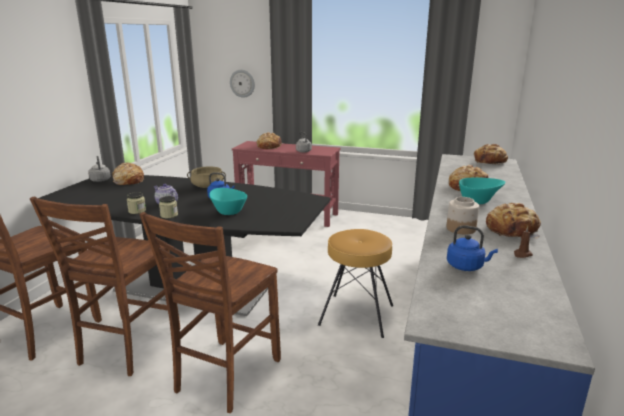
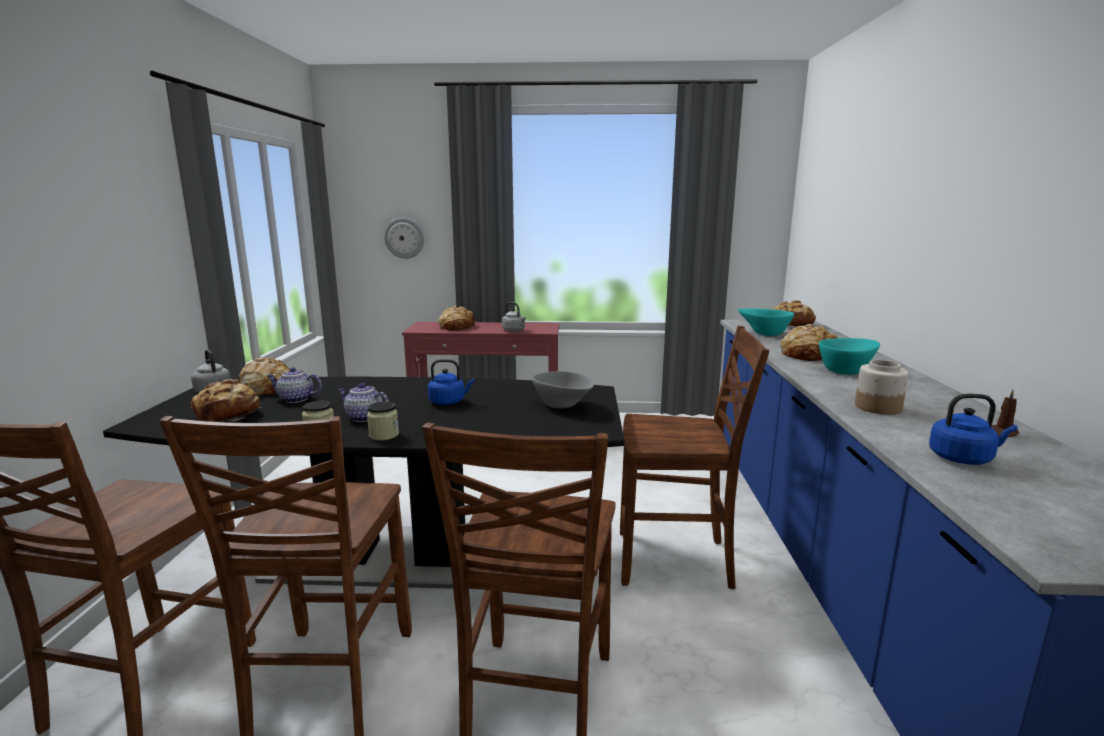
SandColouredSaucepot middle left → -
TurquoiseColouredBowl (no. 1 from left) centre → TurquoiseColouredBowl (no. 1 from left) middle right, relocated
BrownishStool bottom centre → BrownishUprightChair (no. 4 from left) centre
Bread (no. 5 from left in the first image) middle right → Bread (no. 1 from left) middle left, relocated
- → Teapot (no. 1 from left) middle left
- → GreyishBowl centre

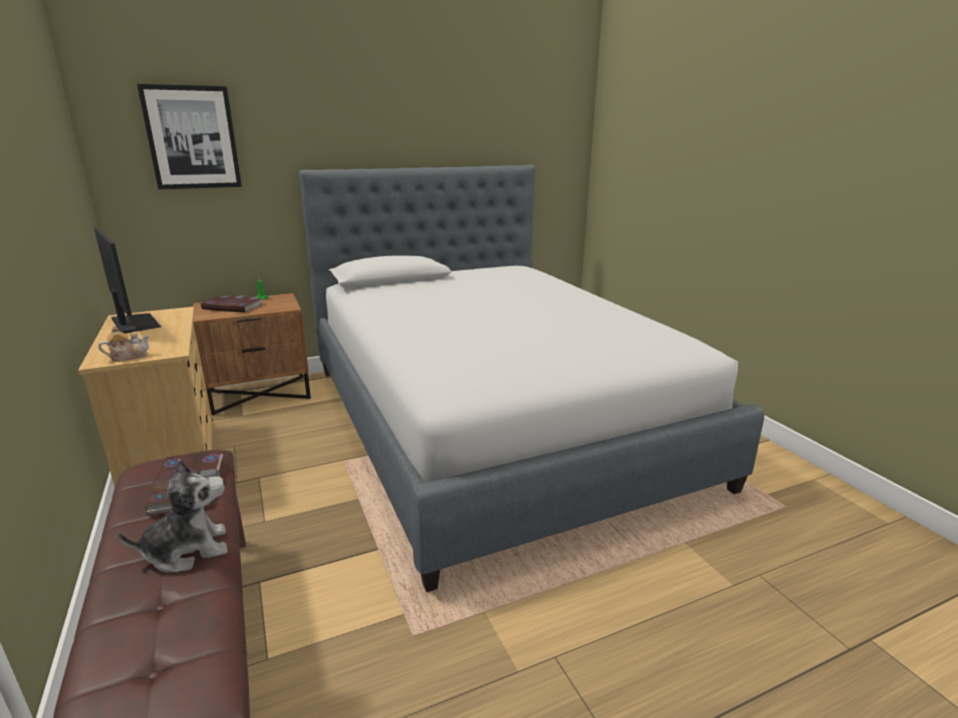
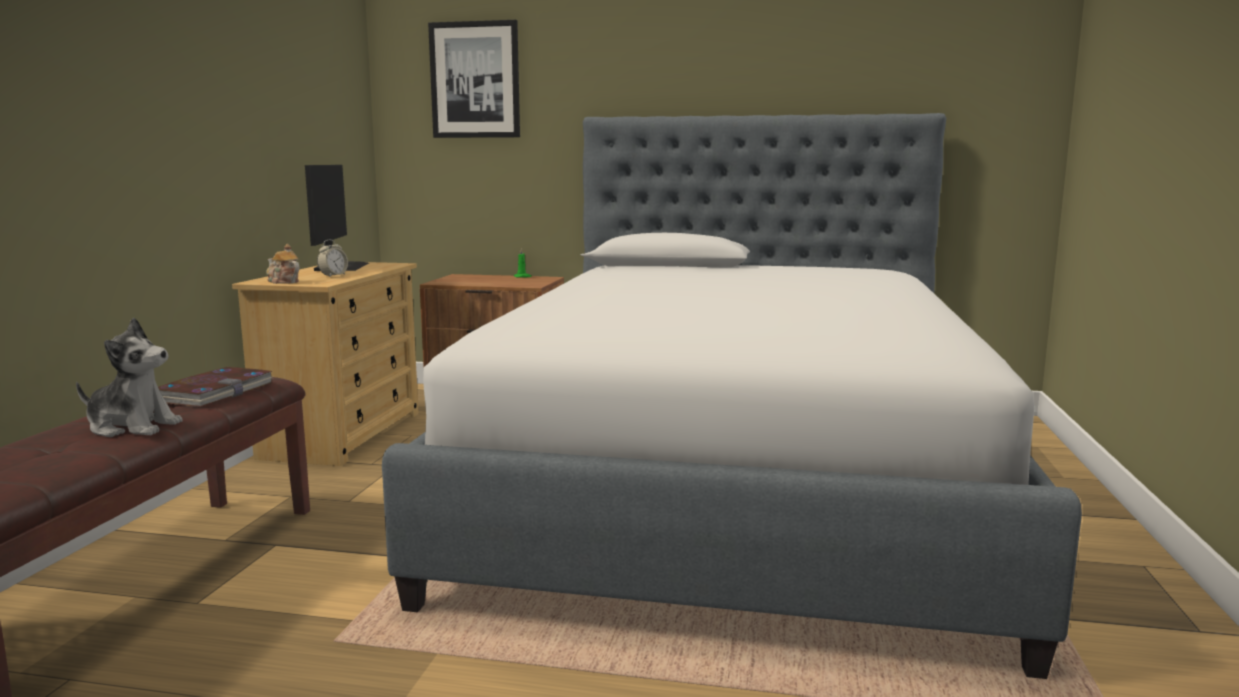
Teapot middle left, 150 degrees counterclockwise
Book (no. 2 from left) middle left → -
- → BedsideClock middle left

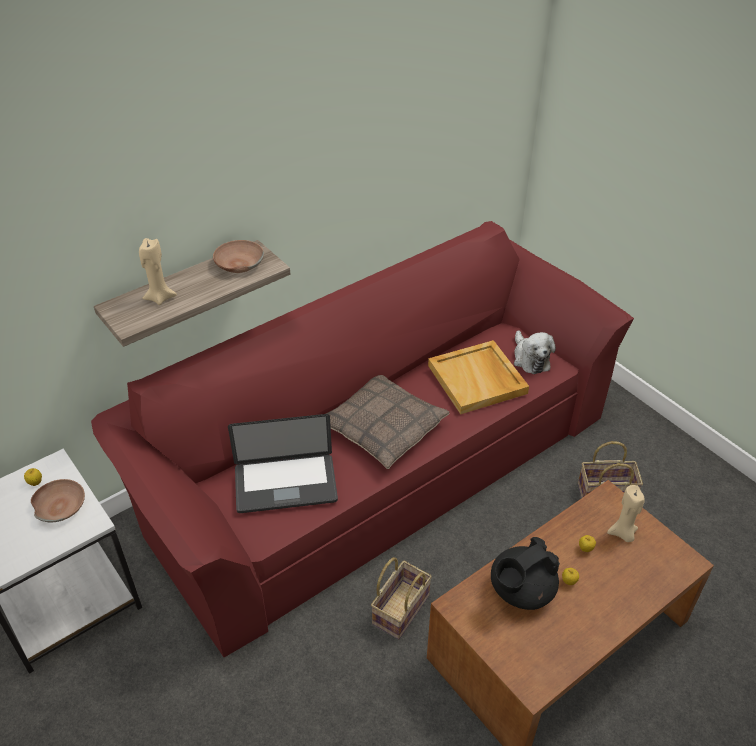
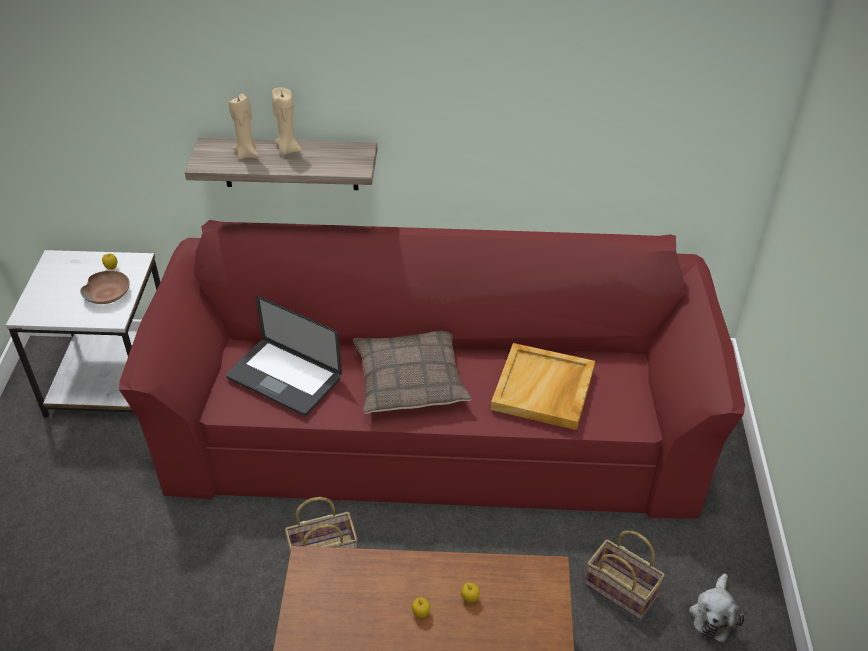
BrownishBowl (no. 2 from left) middle left → -
BlackTeapot bottom right → -
CuddlyToy middle right → CuddlyToy bottom right, relocated
SandColouredWaxLight (no. 2 from left) bottom right → SandColouredWaxLight (no. 2 from left) top left, relocated

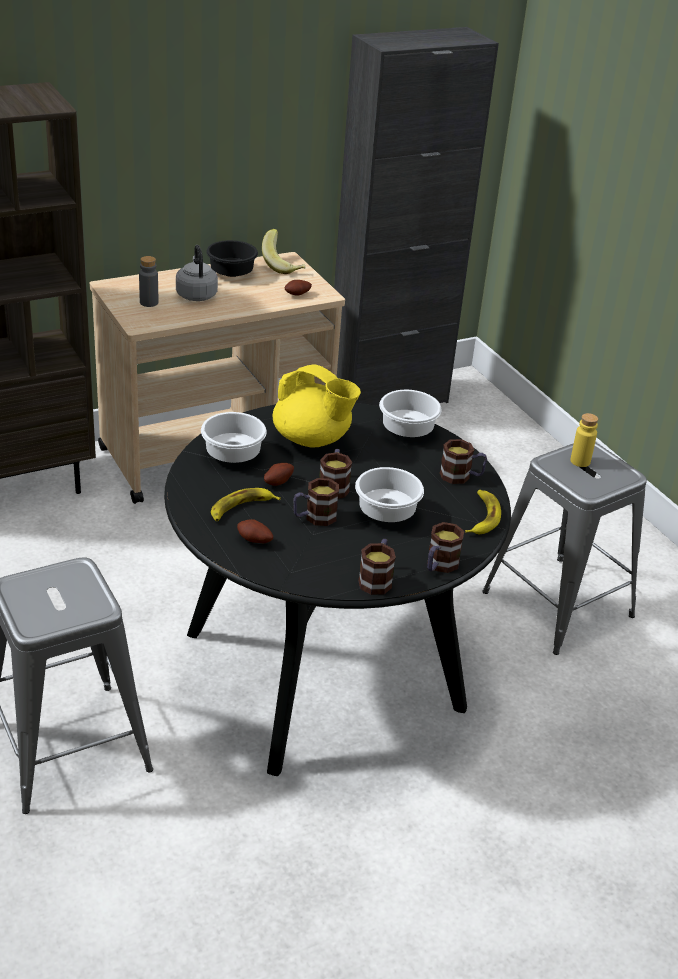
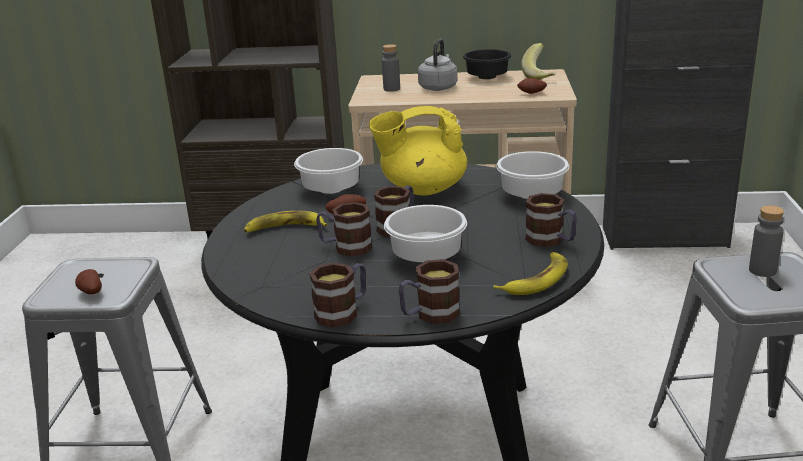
Spud (no. 1 from left) centre → Spud (no. 1 from left) middle left, relocated
YellowishTeapot centre → YellowishTeapot top centre, 105 degrees clockwise
YellowishBottle middle right → GreyishBottle (no. 2 from left) middle right

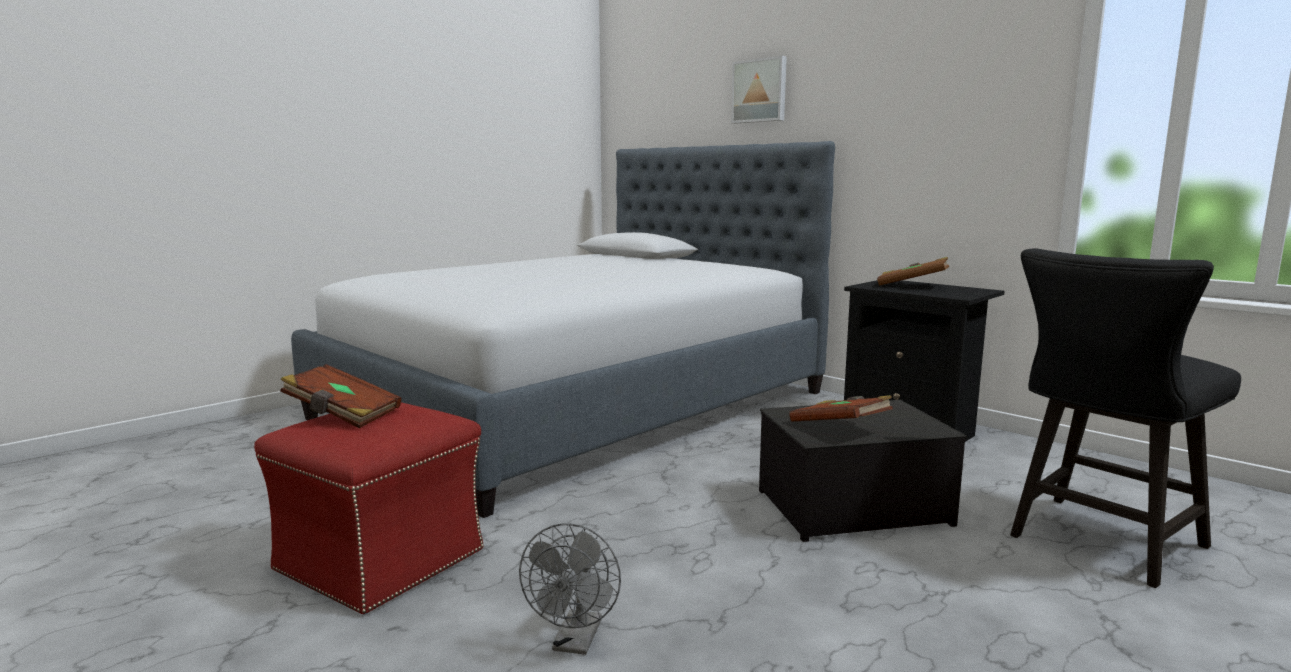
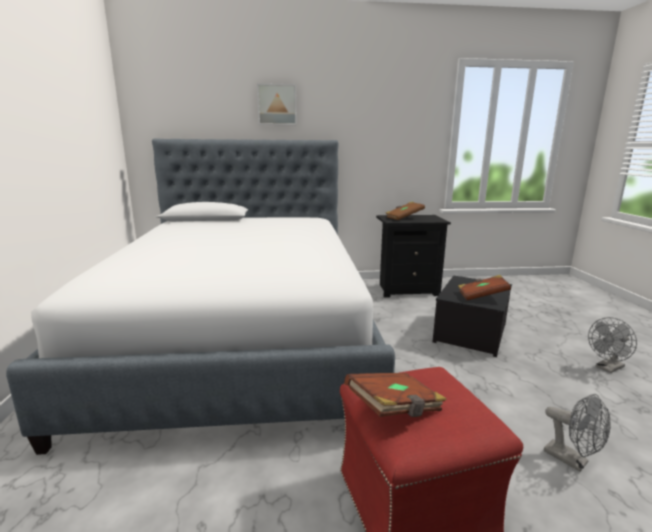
BlackUprightChair middle right → -
- → GreyishElectricFan (no. 2 from left) middle right

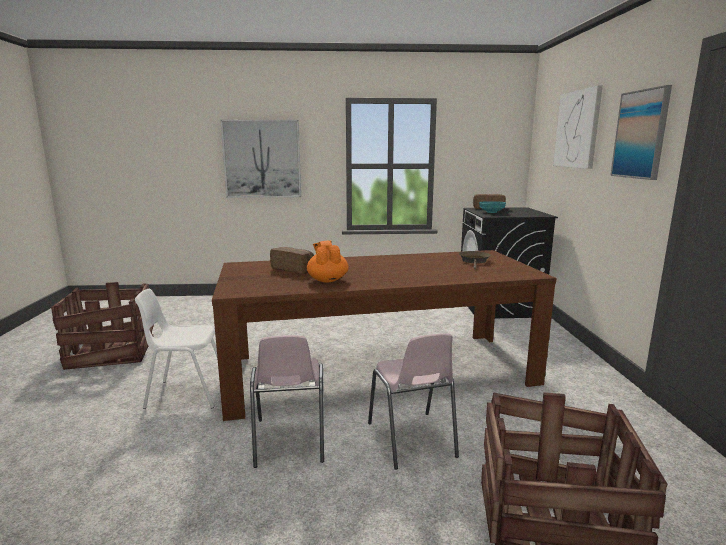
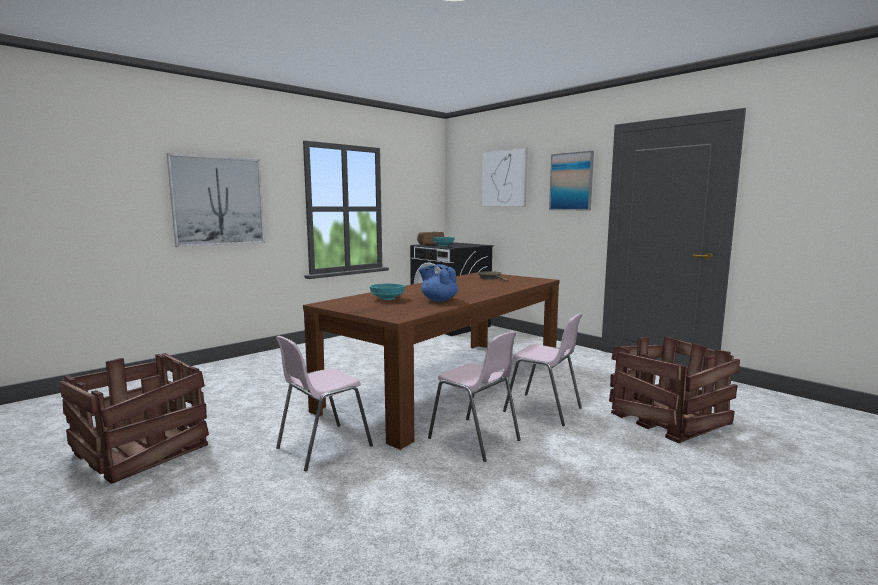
WhiteColouredUprightChair middle left → PinkishUprightChair (no. 1 from left) bottom centre
Bread (no. 1 from left) centre → TurquoiseColouredBowl (no. 1 from left) centre
OrangeTeapot centre → BlueColouredTeapot centre

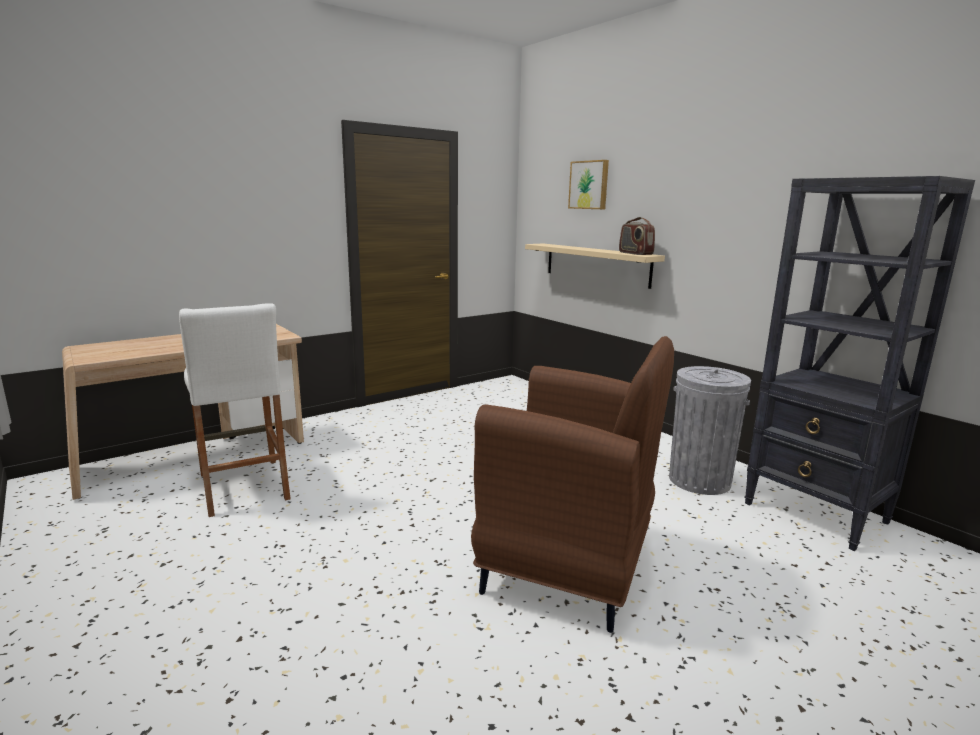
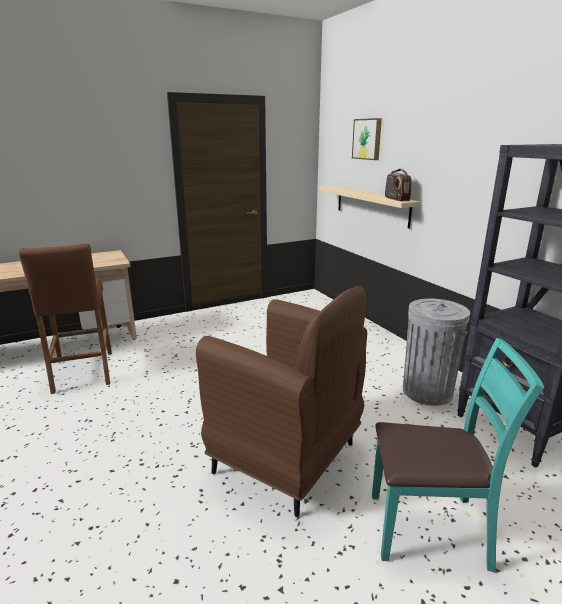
WhiteColouredStool middle left → BrownishStool middle left
- → TurquoiseColouredUprightChair bottom right

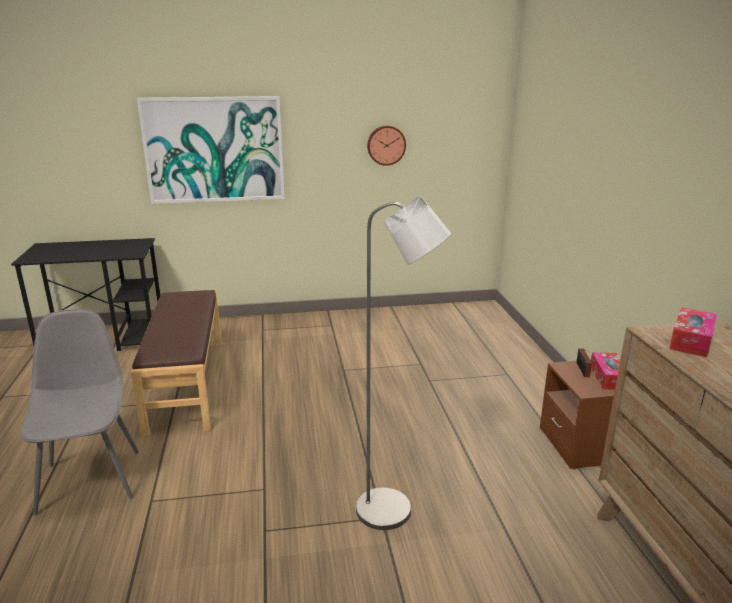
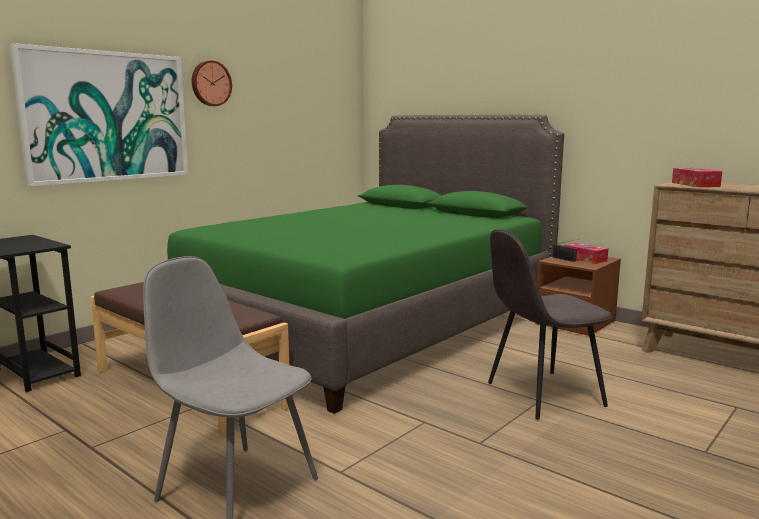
GreyishStandardLamp centre → GreyishUprightChair (no. 2 from left) middle right
WallClock top centre → WallClock top left, relocated
- → GreenishSleepingBed centre

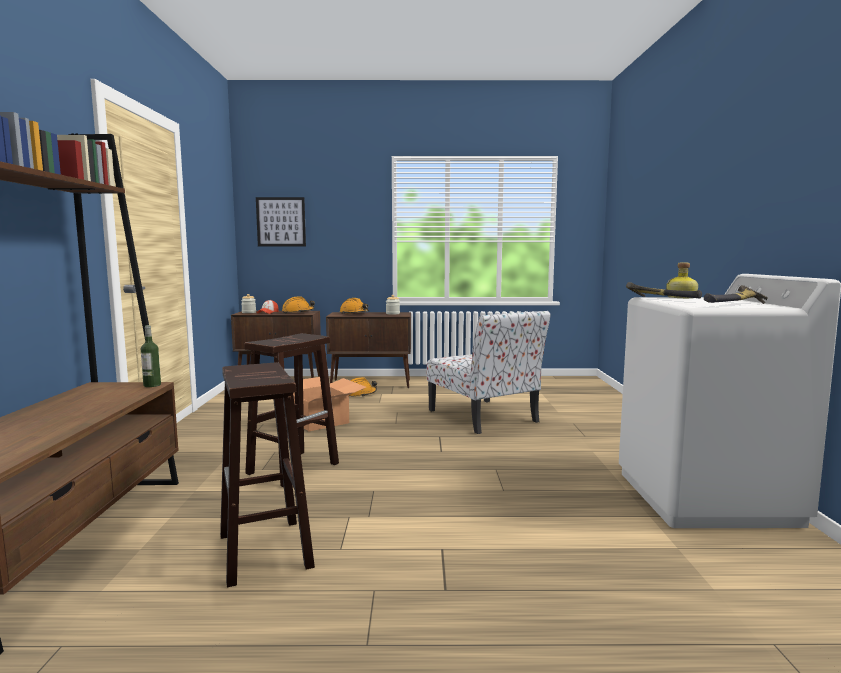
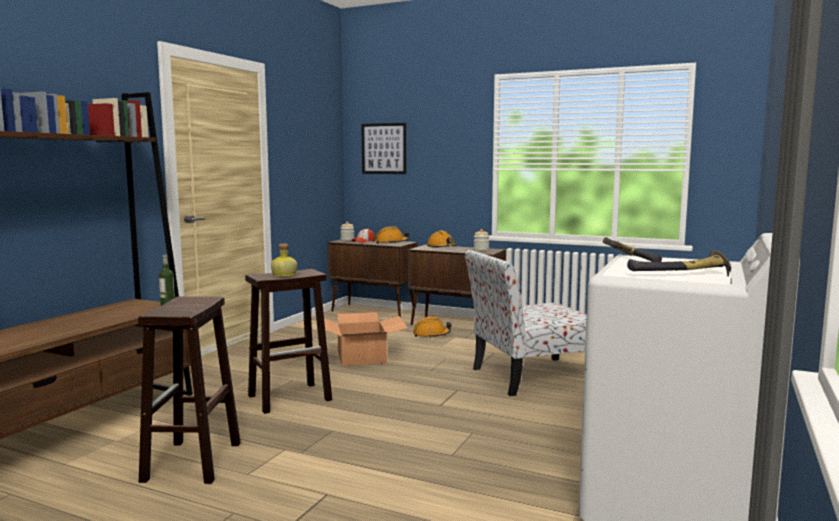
UprightChair centre, 75 degrees clockwise
Bottle (no. 2 from left) middle right → Bottle (no. 2 from left) centre, relocated

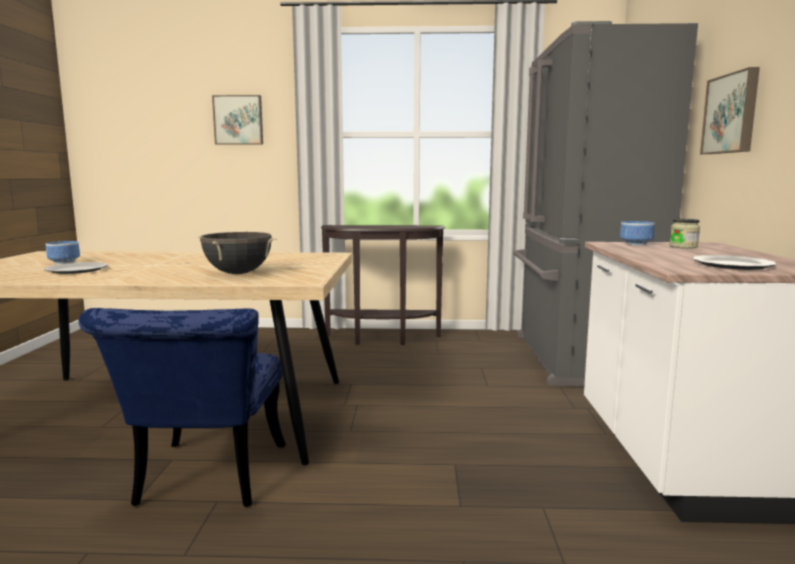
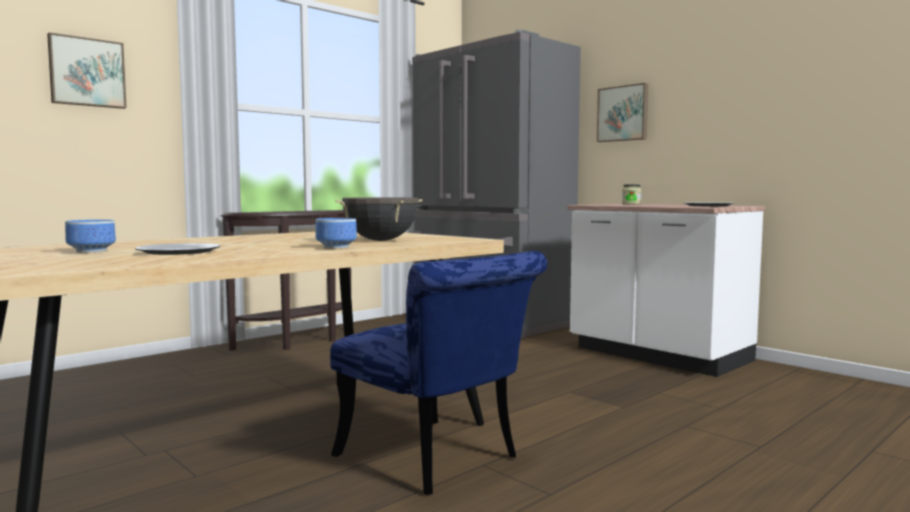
Bowl (no. 2 from left) middle right → Bowl (no. 2 from left) centre, relocated

